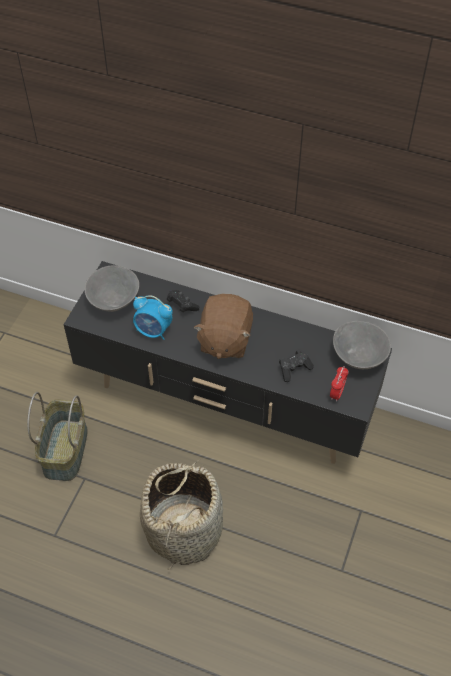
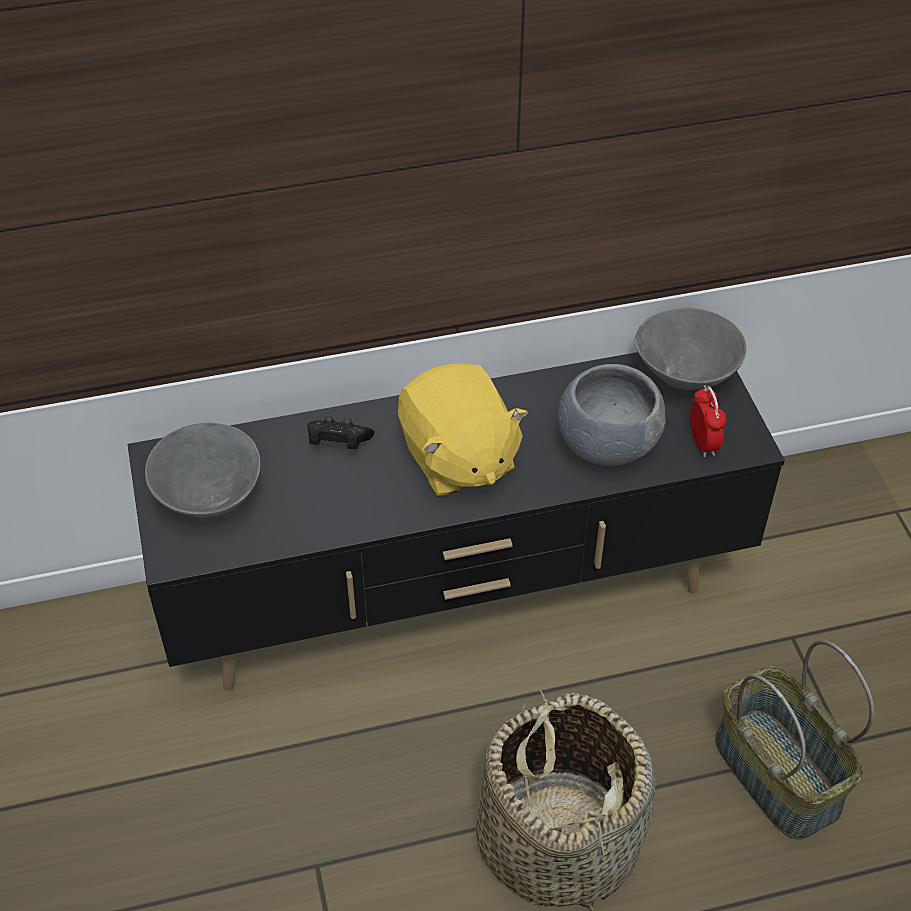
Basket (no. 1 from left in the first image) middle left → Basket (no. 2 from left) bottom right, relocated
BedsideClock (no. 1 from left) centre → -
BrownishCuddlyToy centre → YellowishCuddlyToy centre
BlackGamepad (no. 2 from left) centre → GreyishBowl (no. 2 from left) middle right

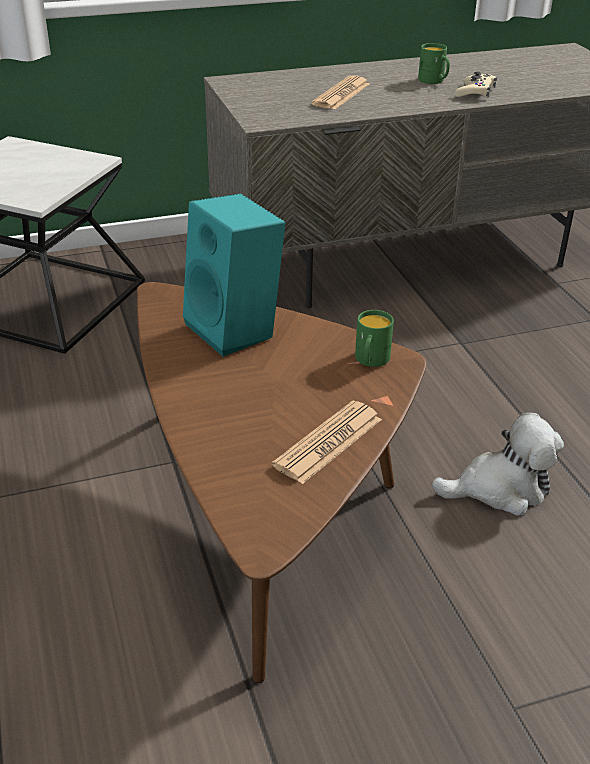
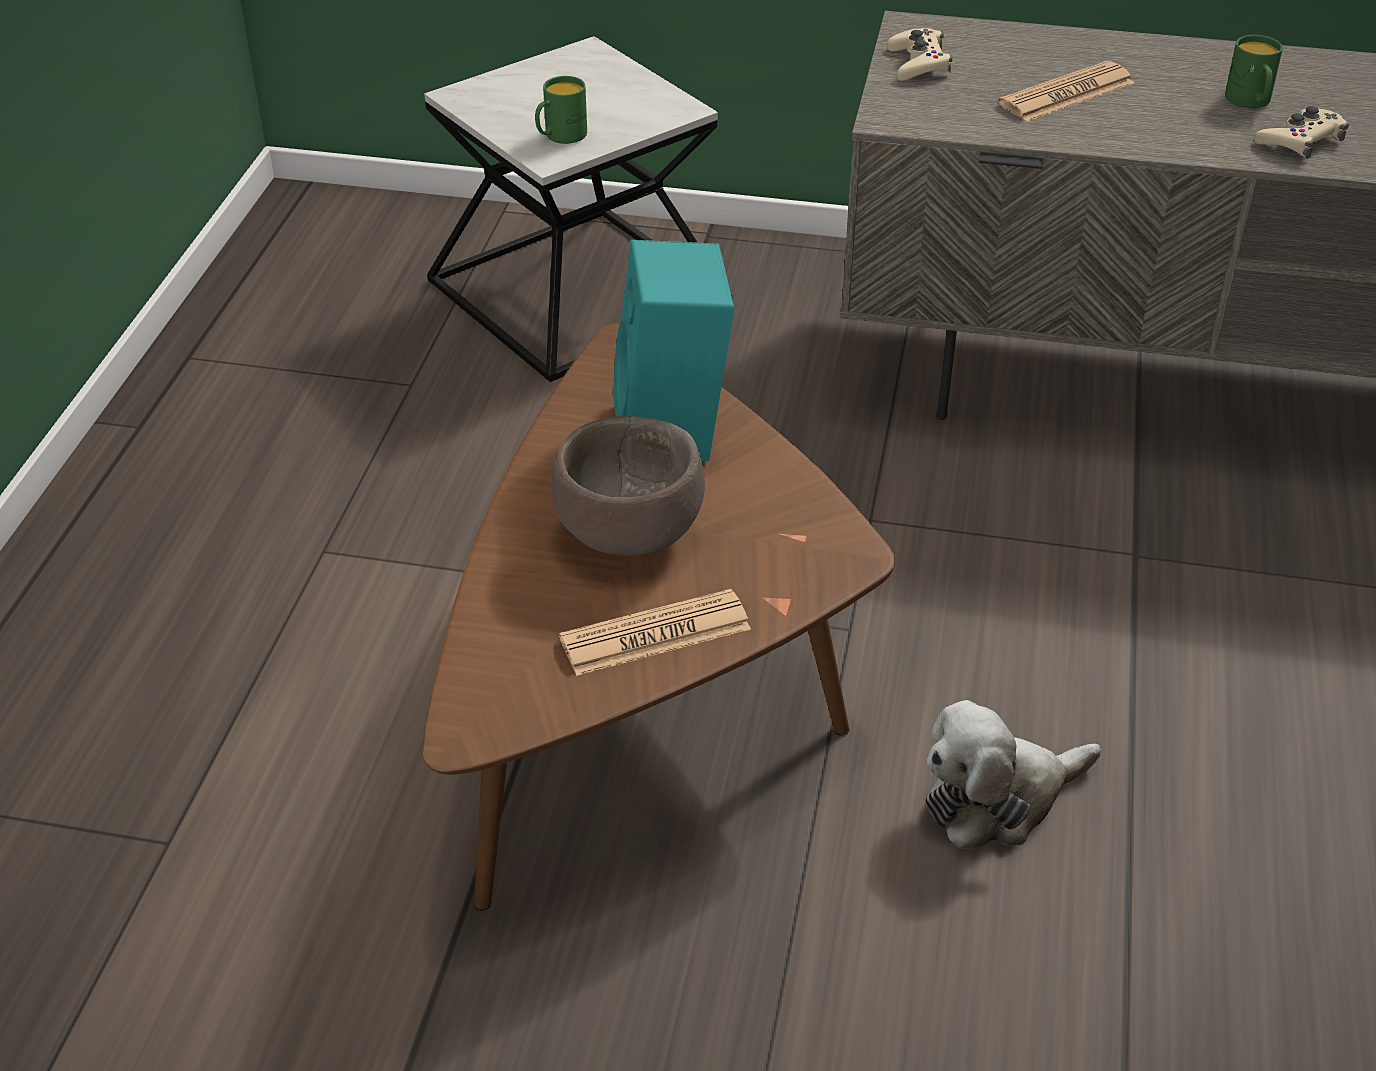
GreenishTeaMug (no. 1 from left) centre → GreenishTeaMug (no. 1 from left) top centre, relocated
CuddlyToy middle right → CuddlyToy bottom right, 135 degrees clockwise
- → BrownishBowl centre
- → SandColouredGamepad (no. 1 from left) top right

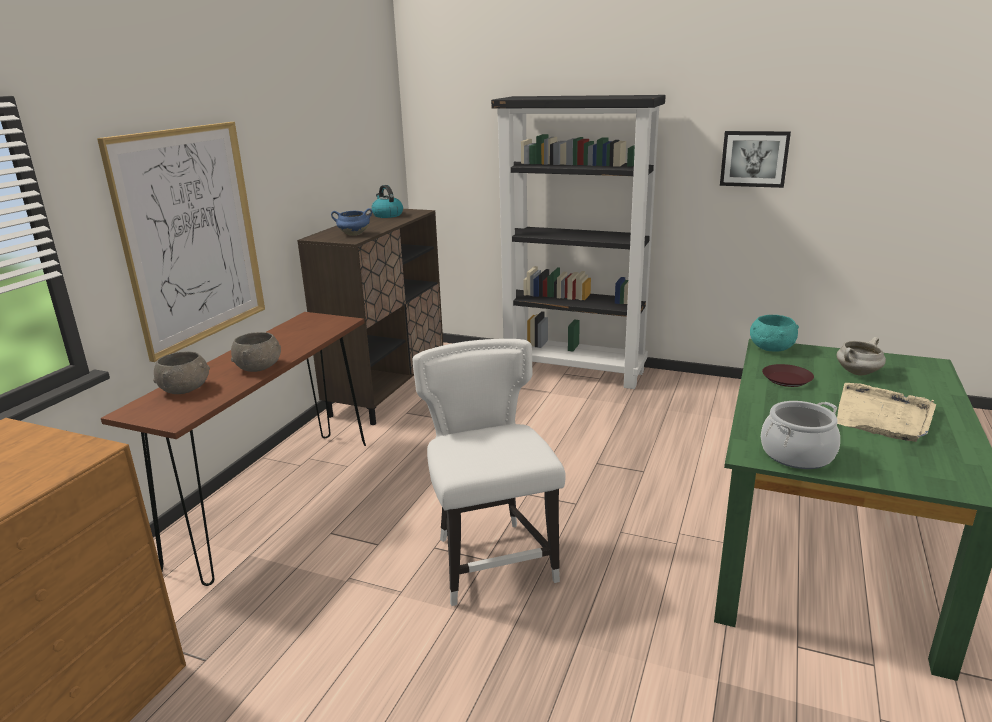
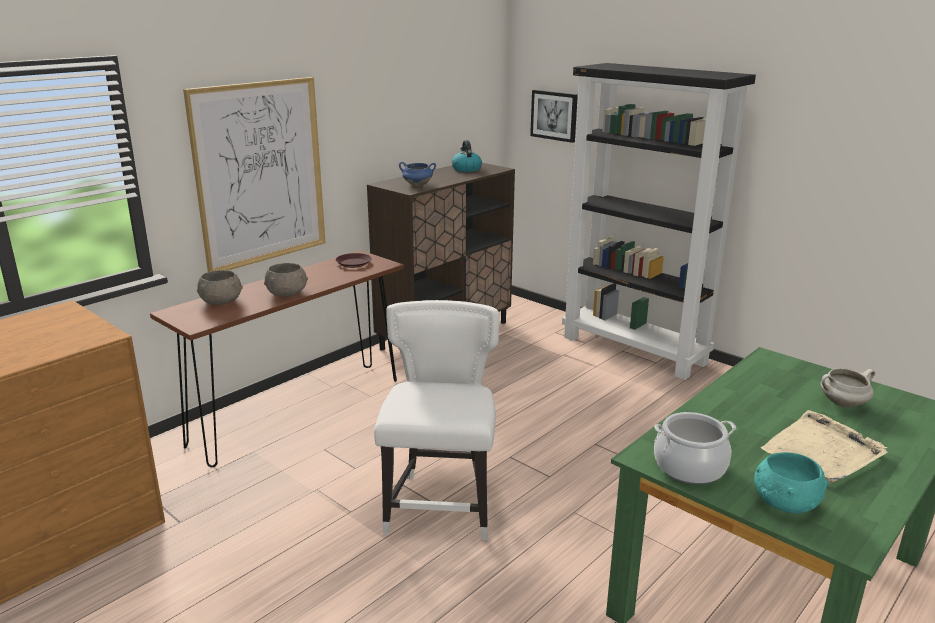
WallPicture (no. 2 from left) top right → WallPicture (no. 2 from left) top centre, relocated
TurquoiseColouredBowl middle right → TurquoiseColouredBowl bottom right, relocated
BrownishPlate middle right → BrownishPlate centre, relocated

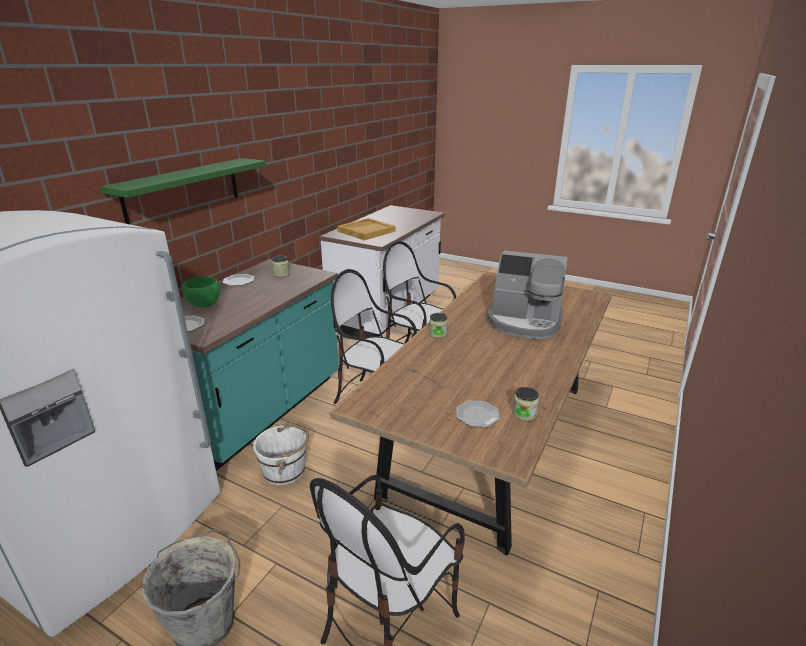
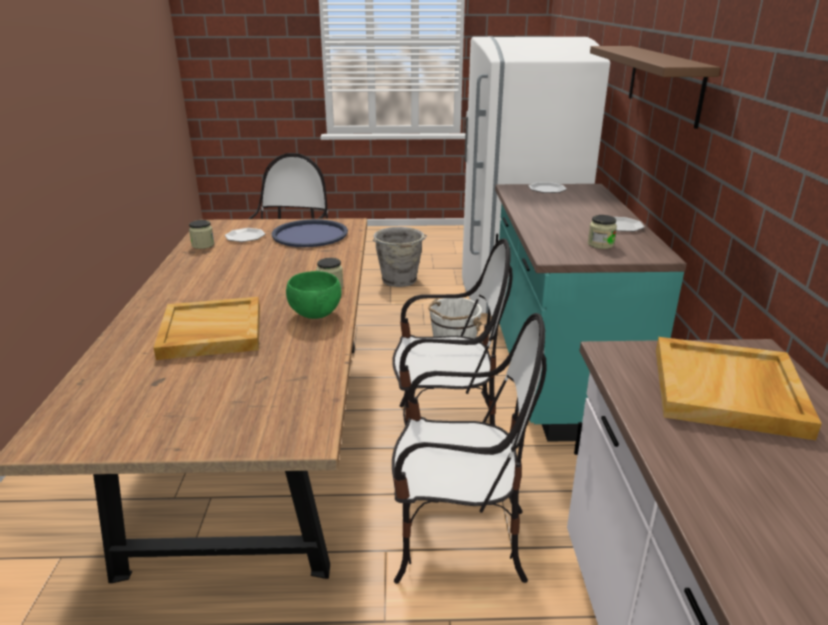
GreenishShelf top left → BrownishShelf top right
GreenishBowl middle left → GreenishBowl centre, relocated
CoffeeMachine centre → SandColouredTray (no. 1 from left) middle left
- → BlueColouredTray centre

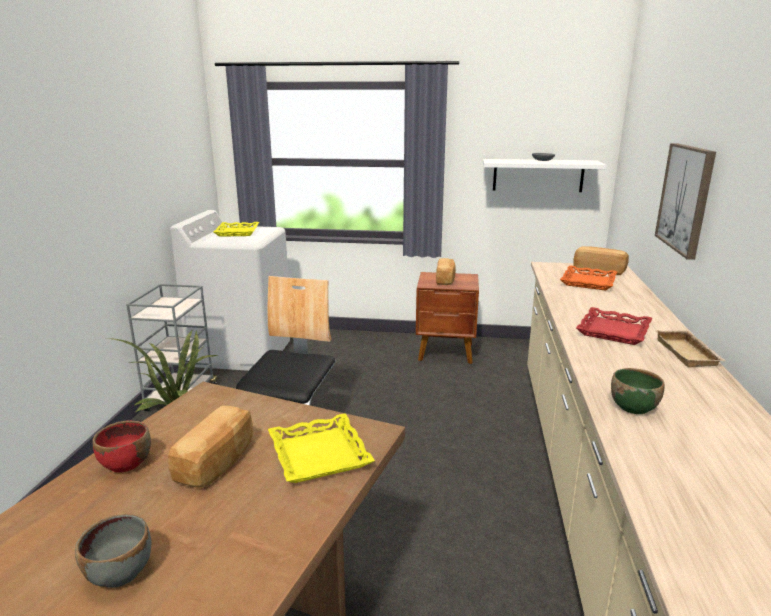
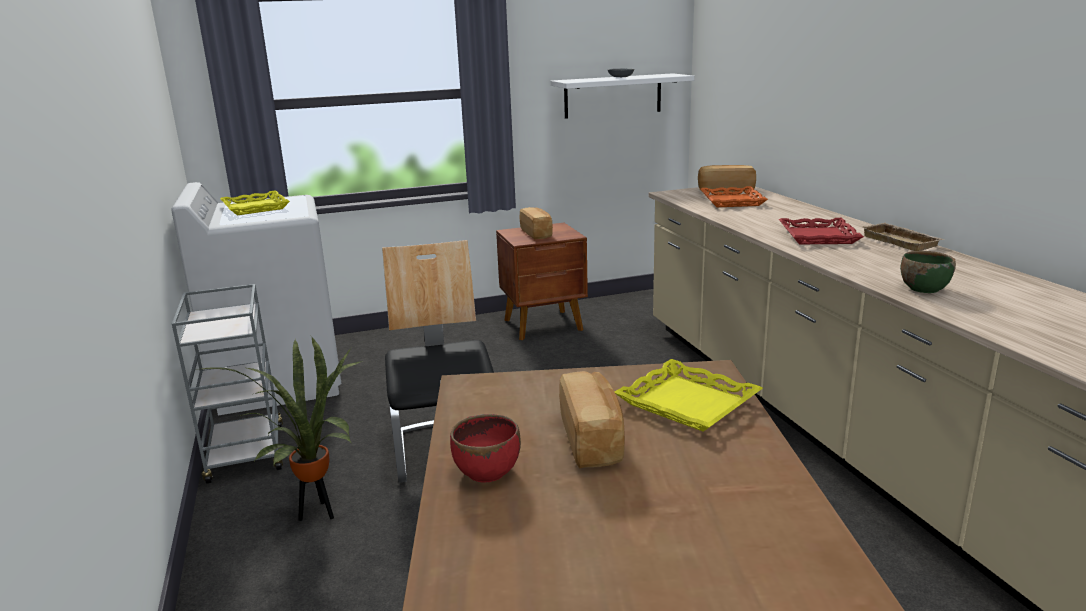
GreyishBowl (no. 1 from left) bottom left → -
WallPicture top right → -

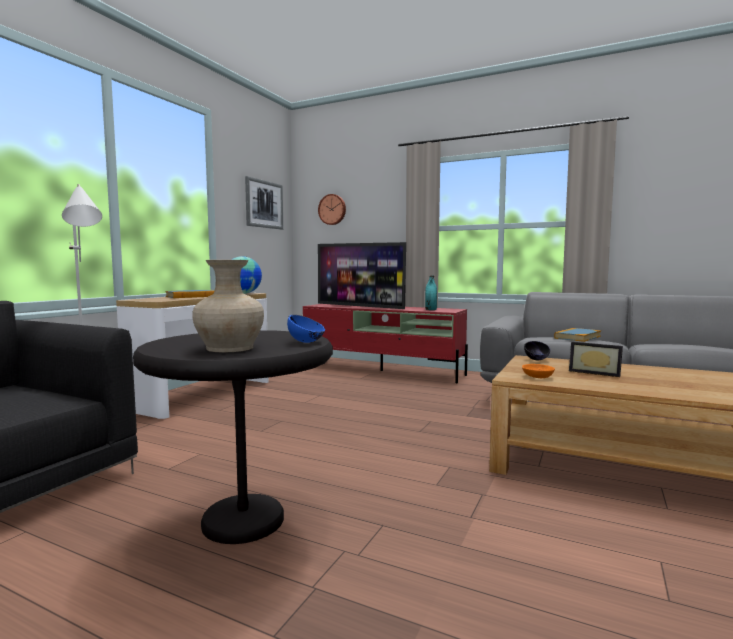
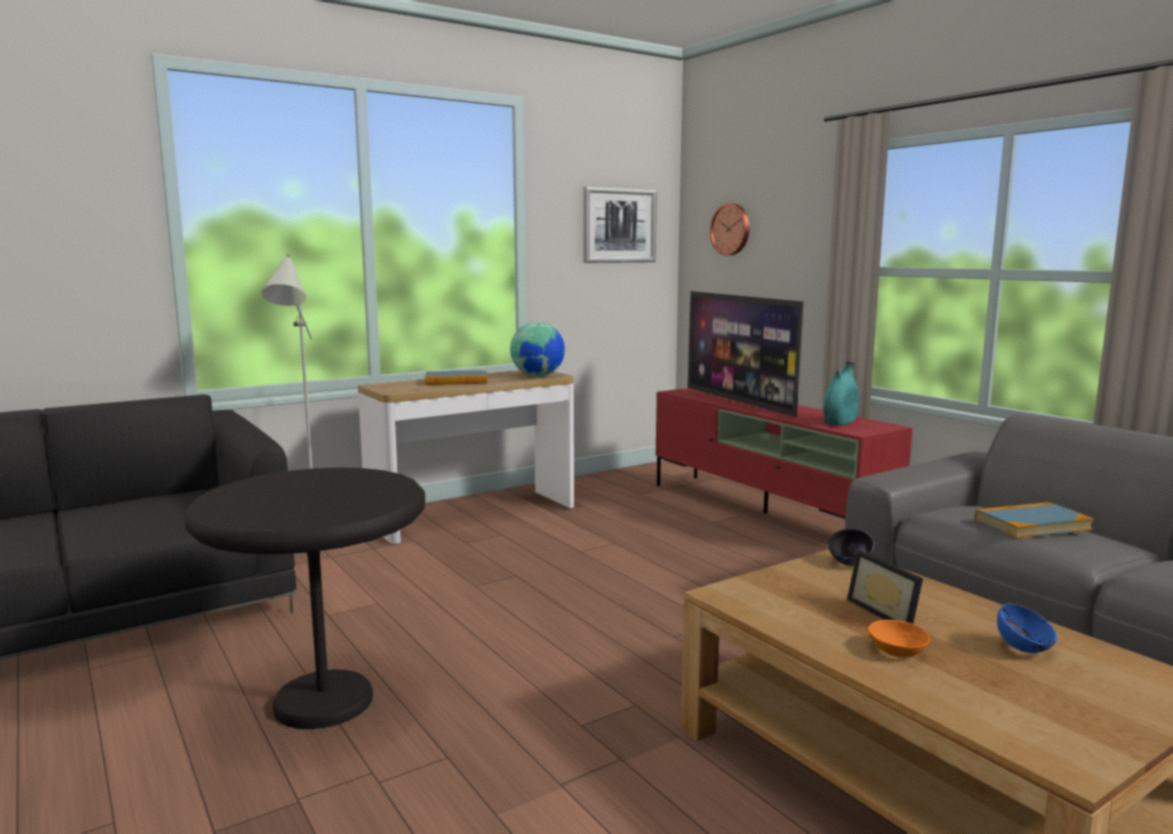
SandColouredFlowerVase middle left → -
BlueColouredBowl centre → BlueColouredBowl bottom right, relocated
OrangeBowl middle right → OrangeBowl bottom right, relocated

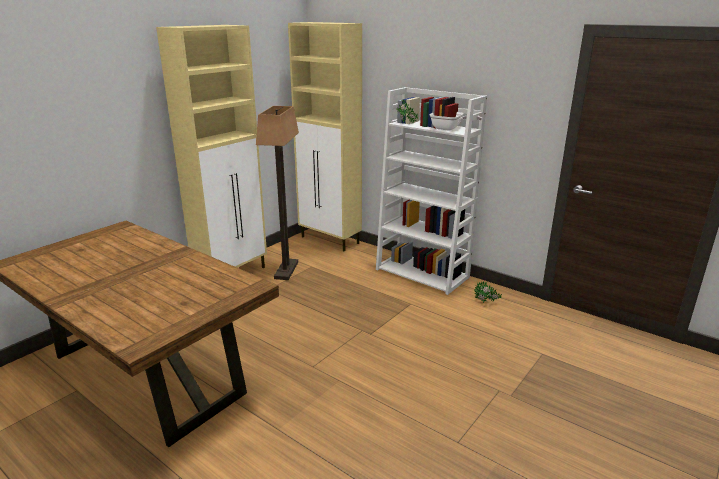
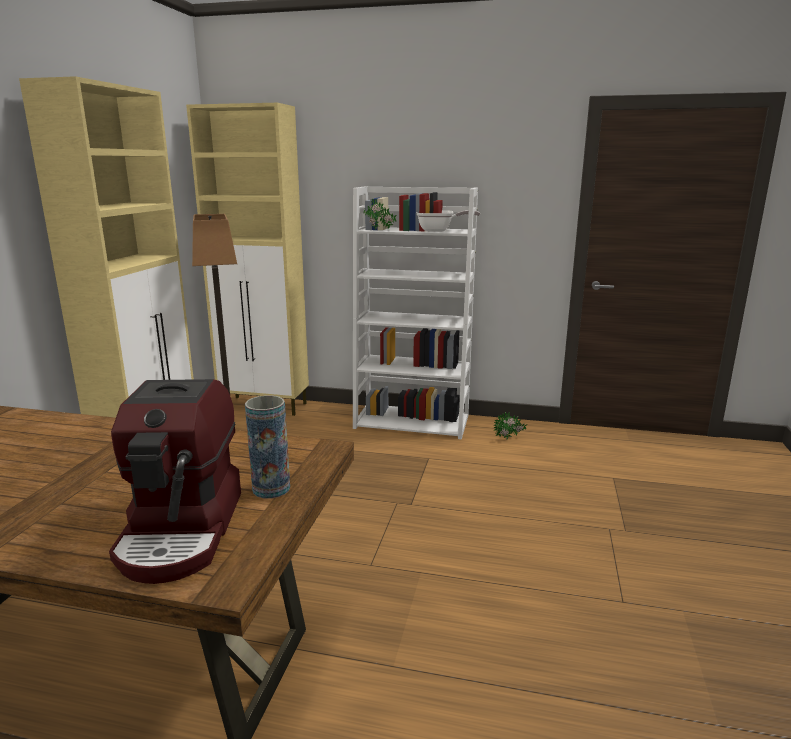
- → CoffeeMachine middle left
- → FlowerVase centre

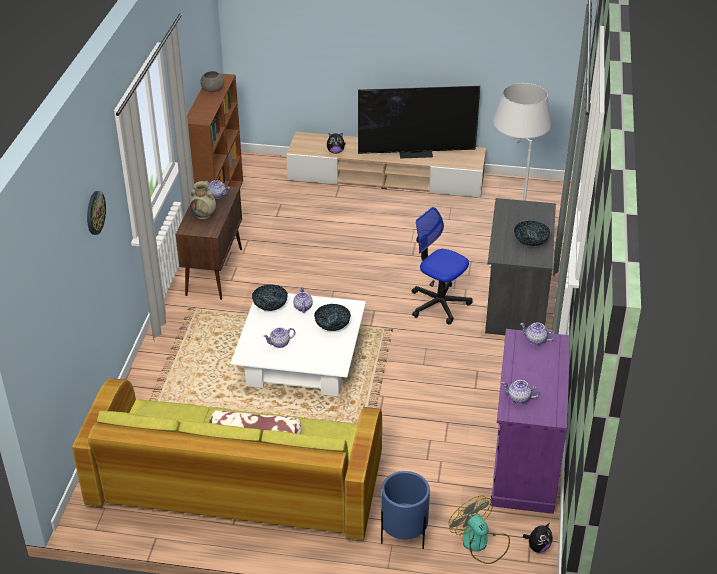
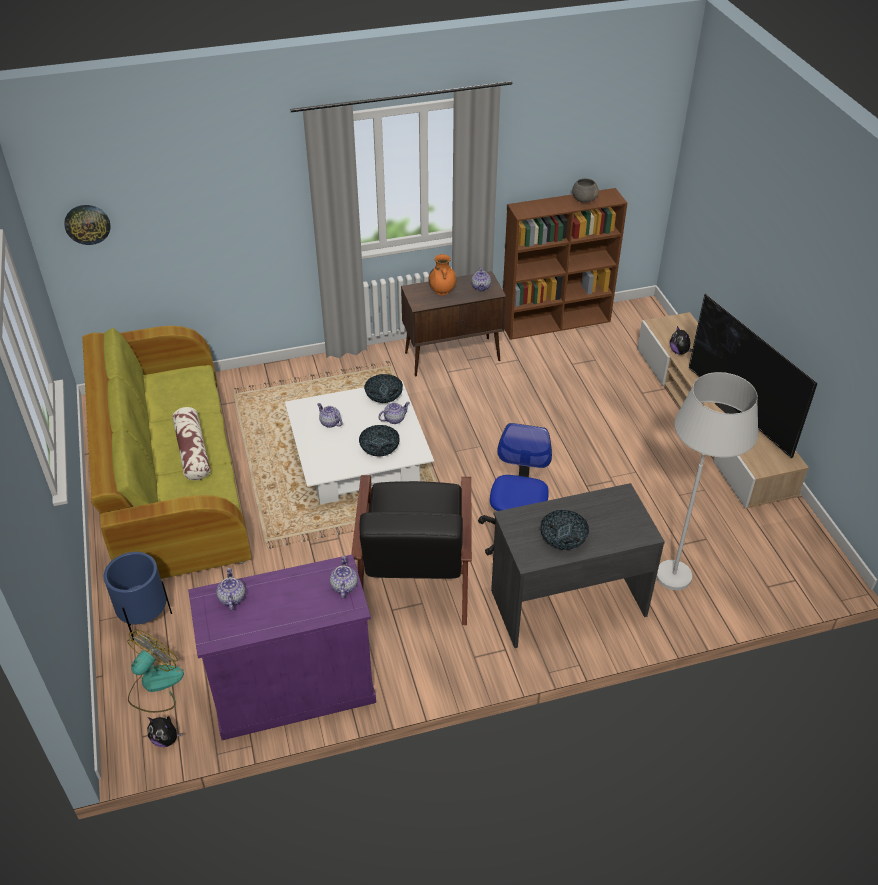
WallClock middle left → WallClock top left, relocated
SandColouredFlowerVase middle left → OrangeFlowerVase top centre
- → BlackEasyChair centre

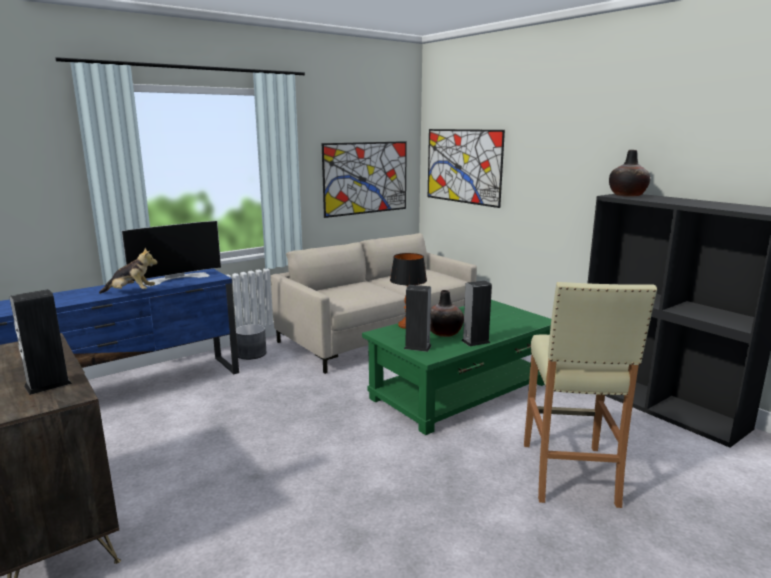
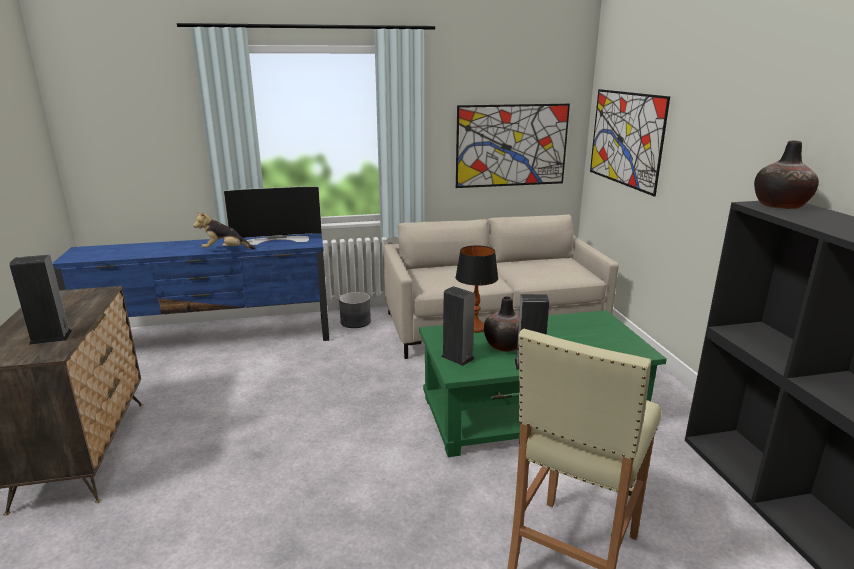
CuddlyToy middle left, 150 degrees clockwise

